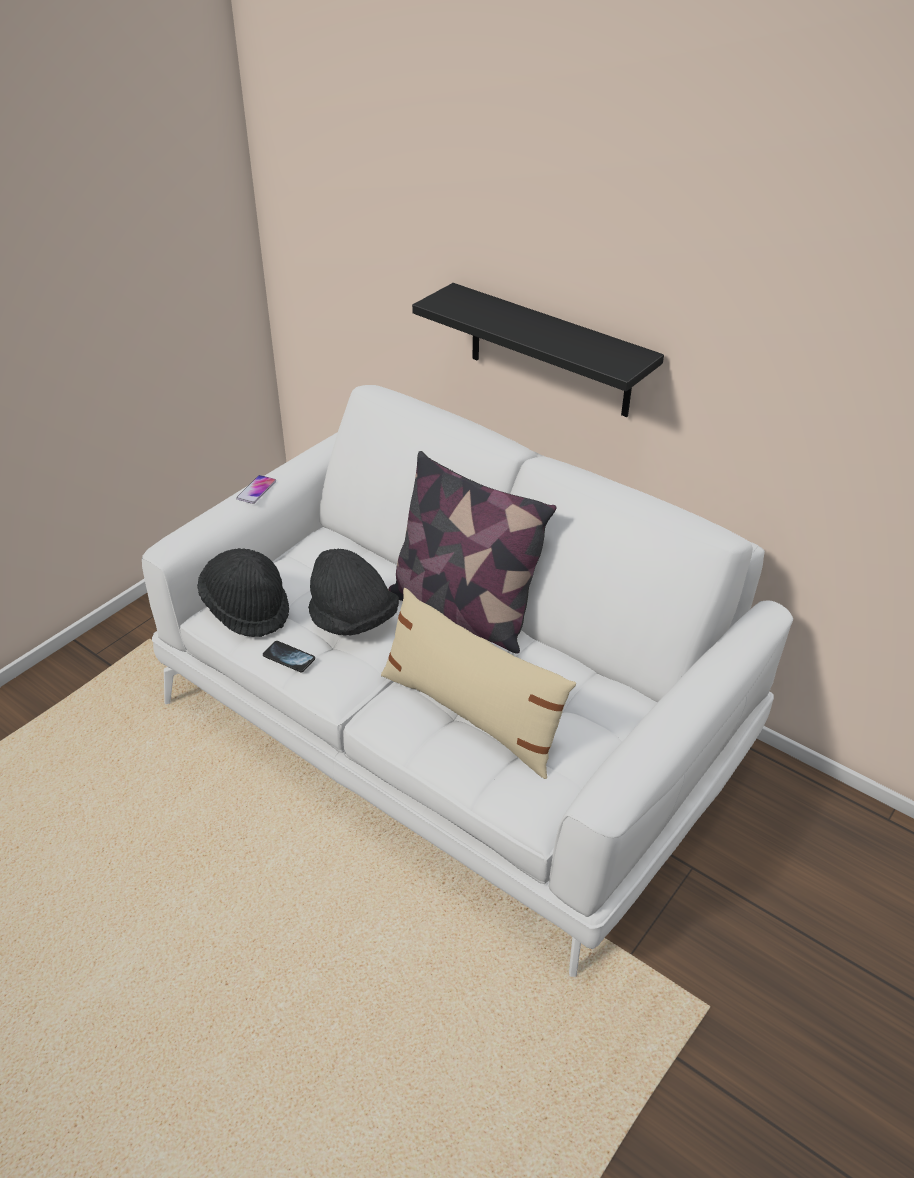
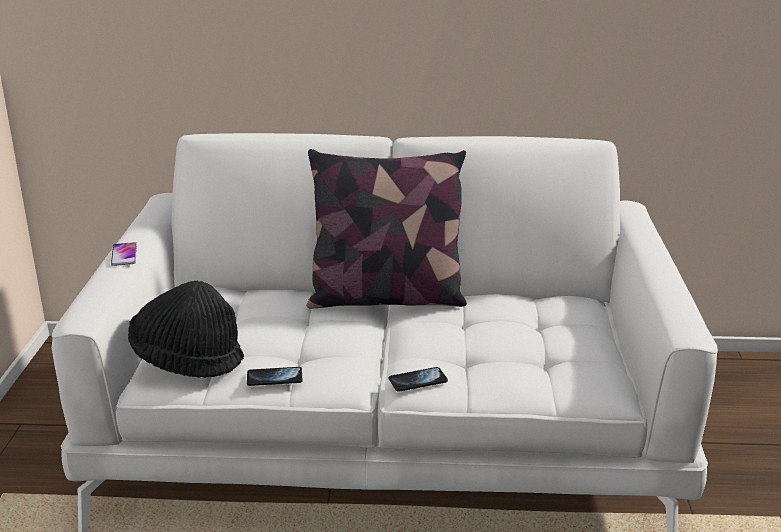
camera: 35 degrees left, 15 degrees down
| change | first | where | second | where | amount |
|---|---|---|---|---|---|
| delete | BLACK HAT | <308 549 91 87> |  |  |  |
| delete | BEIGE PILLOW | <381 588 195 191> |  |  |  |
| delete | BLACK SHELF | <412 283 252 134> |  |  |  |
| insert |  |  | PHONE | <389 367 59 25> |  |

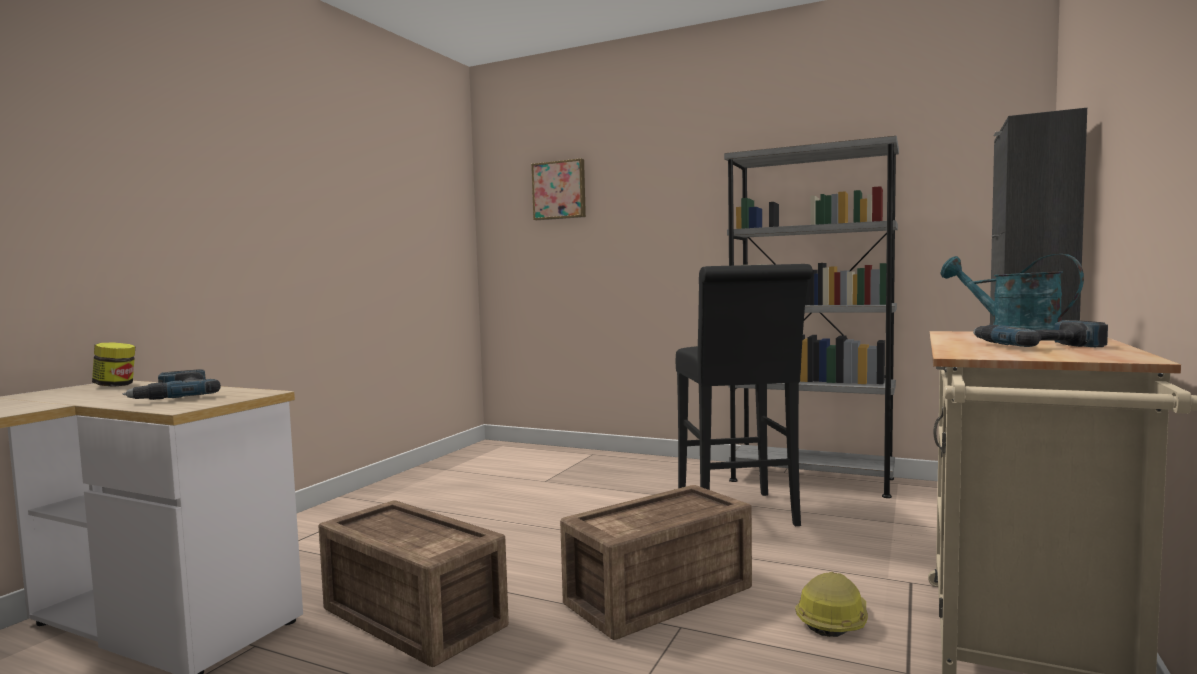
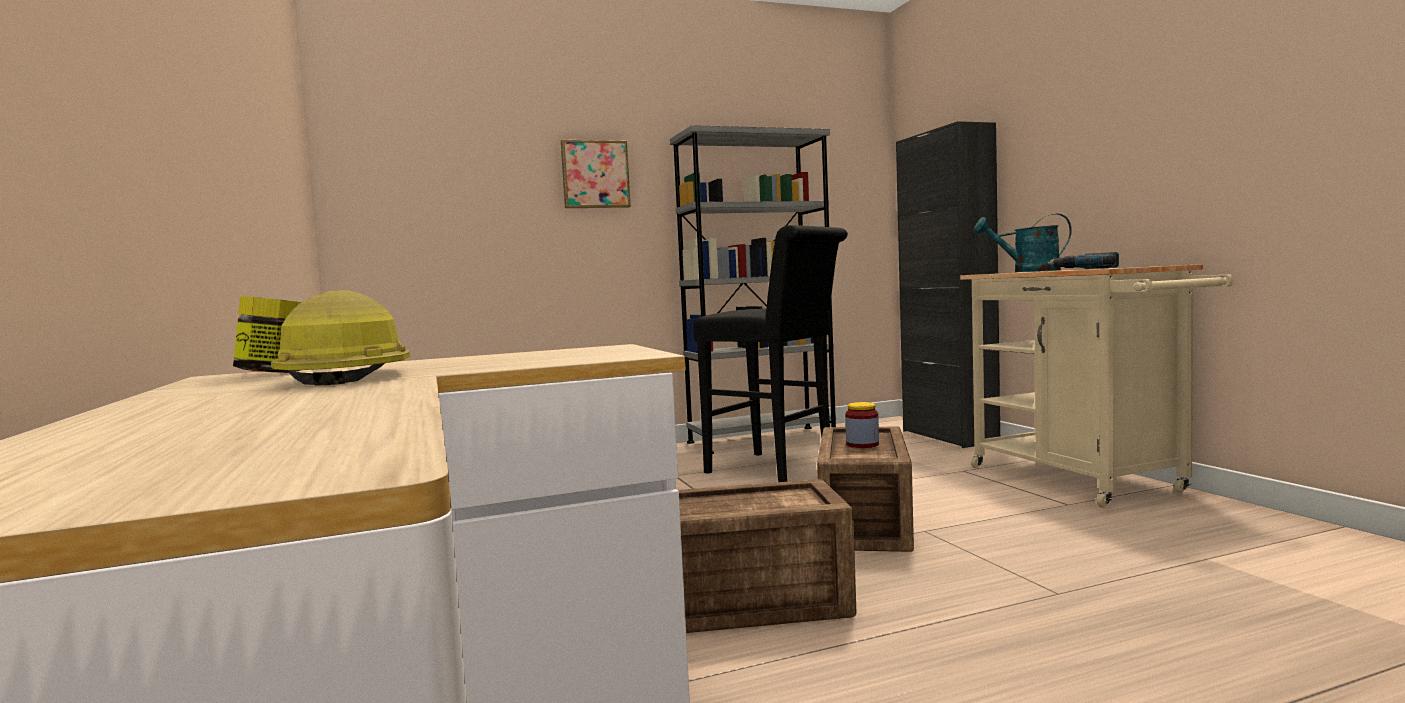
camera: 45 degrees left, 0 degrees up
| change | first | where | second | where | amount |
|---|---|---|---|---|---|
| delete | POWER DRILL | <123 369 98 31> |  |  |  |
| move | PICTURE | <531 158 55 62> |  | <561 140 70 68> |  |
| move | HARD HAT | <795 572 73 65> |  | <271 290 139 96> |  |
| insert |  |  | JAR | <845 402 34 46> |  |

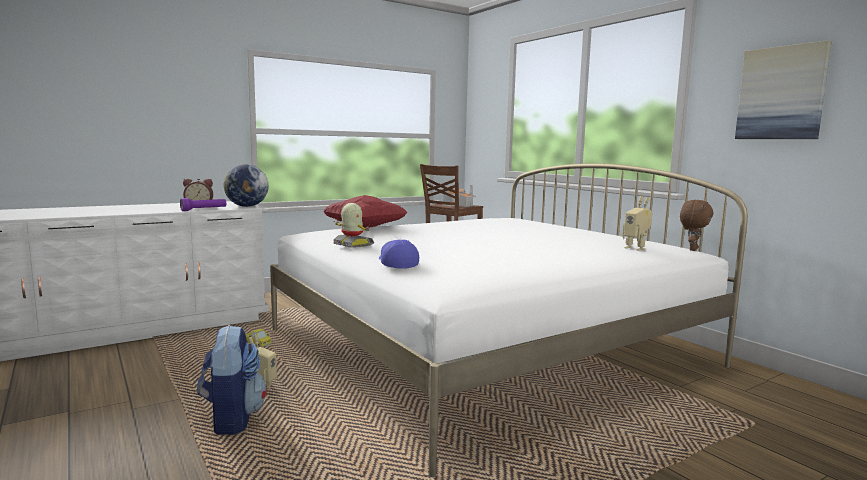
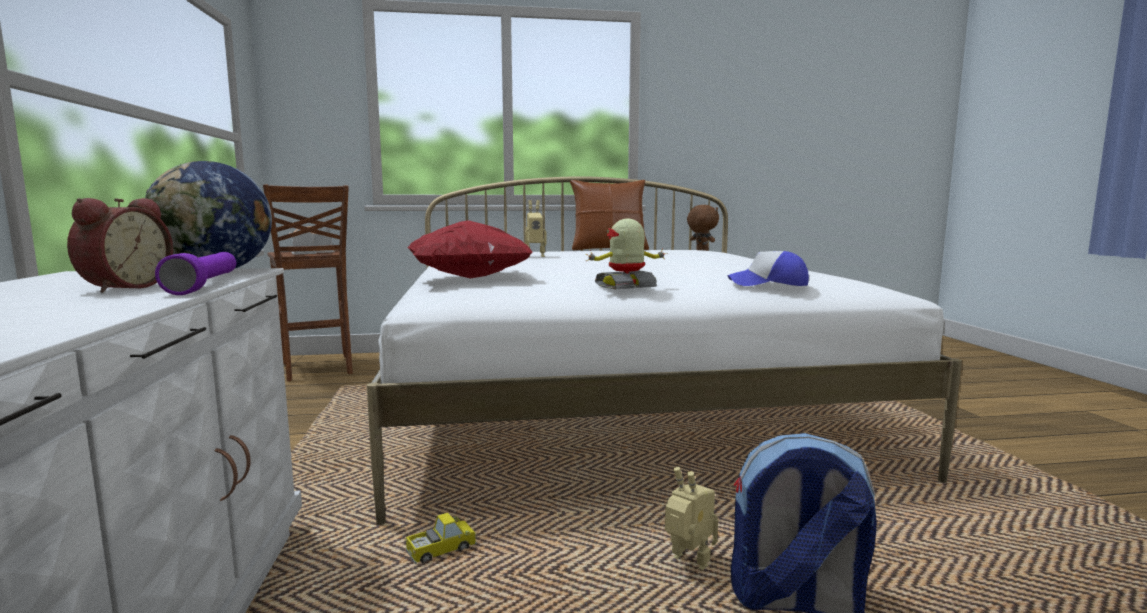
camera: 65 degrees left, 0 degrees up
| change | first | where | second | where | amount |
|---|---|---|---|---|---|
| move | TOY ROBOT | <622 196 30 55> |  | <525 200 21 57> |  |
| delete | PICTURE | <735 40 97 99> |  |  |  |
| insert |  |  | BROWN PILLOW | <570 180 79 70> |  |

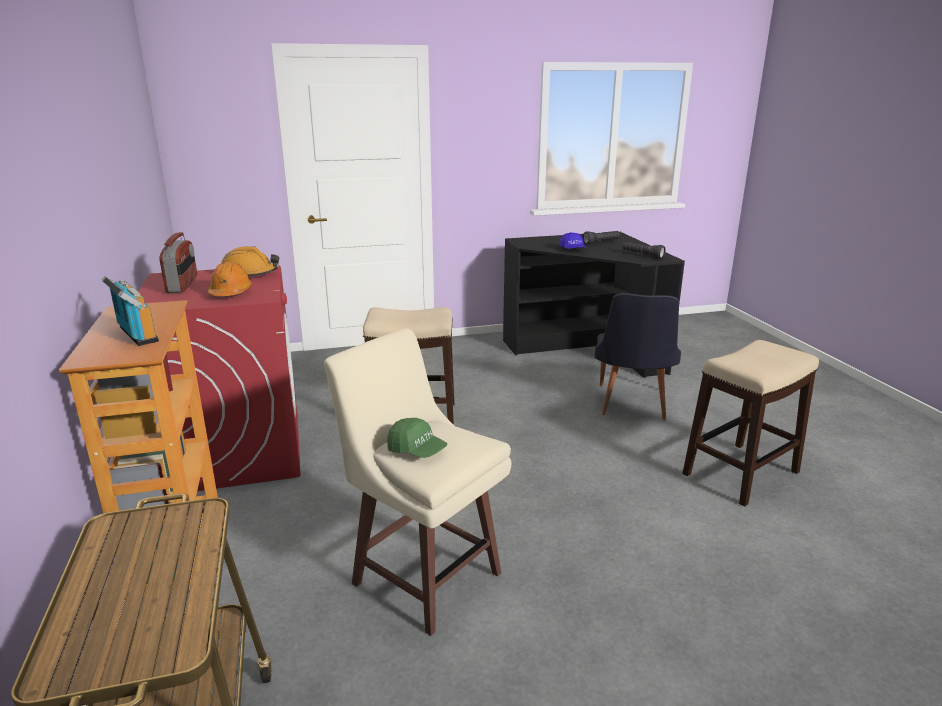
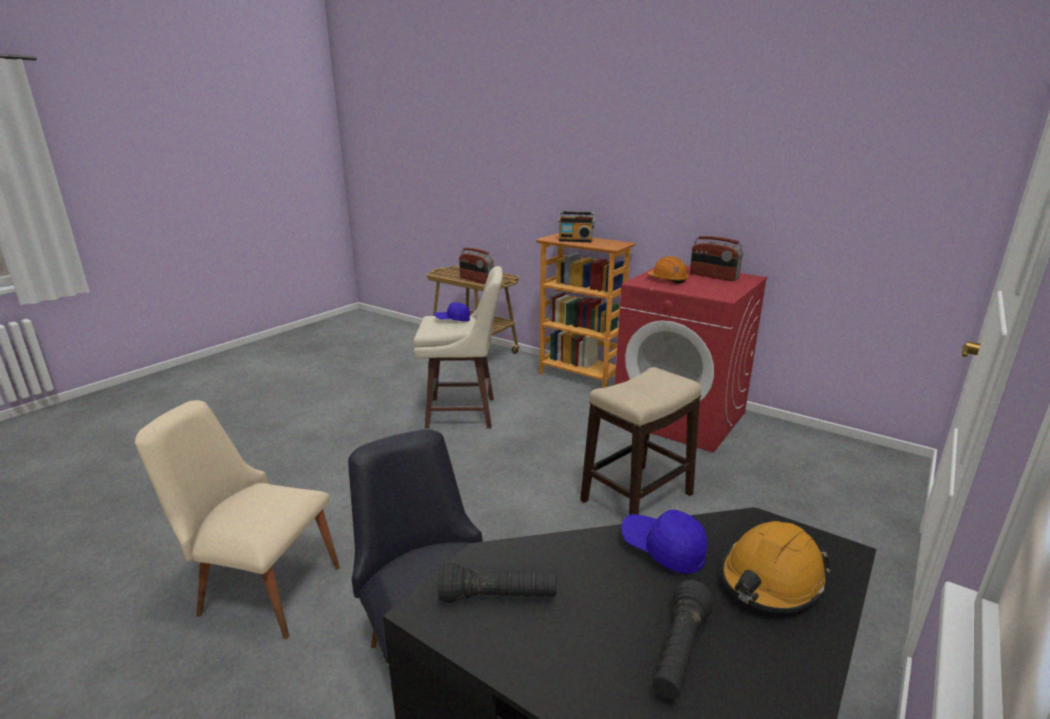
camera: 140 degrees right, 0 degrees up
| change | first | where | second | where | amount |
|---|---|---|---|---|---|
| move | ORANGE HARD HAT | <221 246 58 31> |  | <721 521 110 92> |  |
| recolor | GREEN CAP | <387 418 60 40> | BLUE CAP | <434 302 36 20> |  |
| replace | STOOL | <683 340 136 166> | BEIGE CHAIR | <135 400 205 239> |  |
| insert |  |  | RADIO | <459 248 35 36> |  |

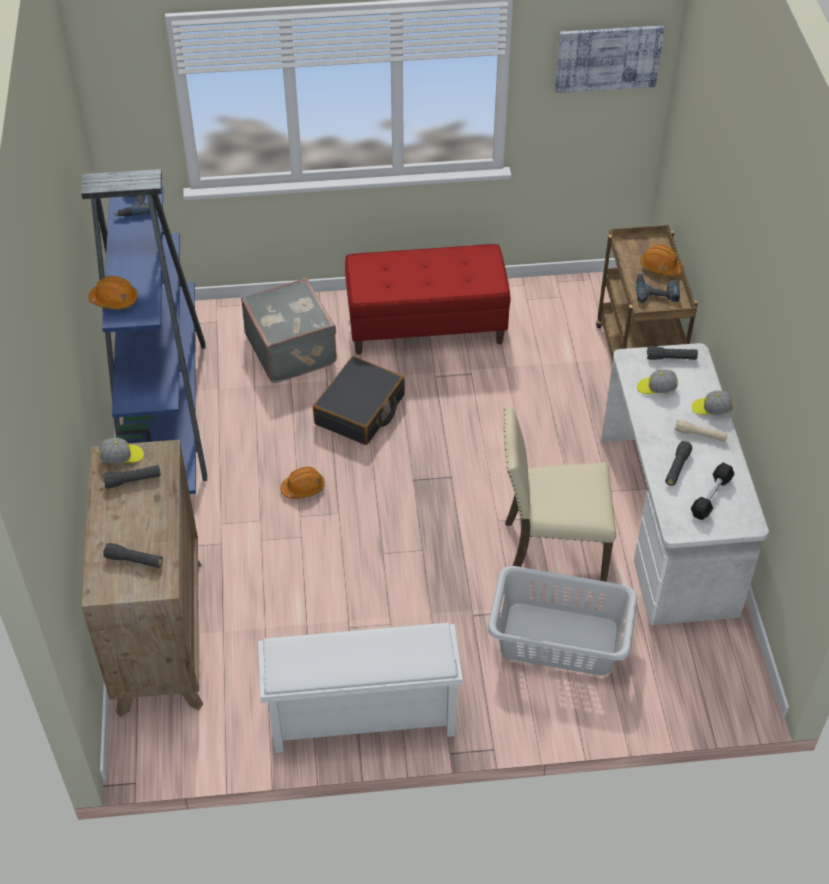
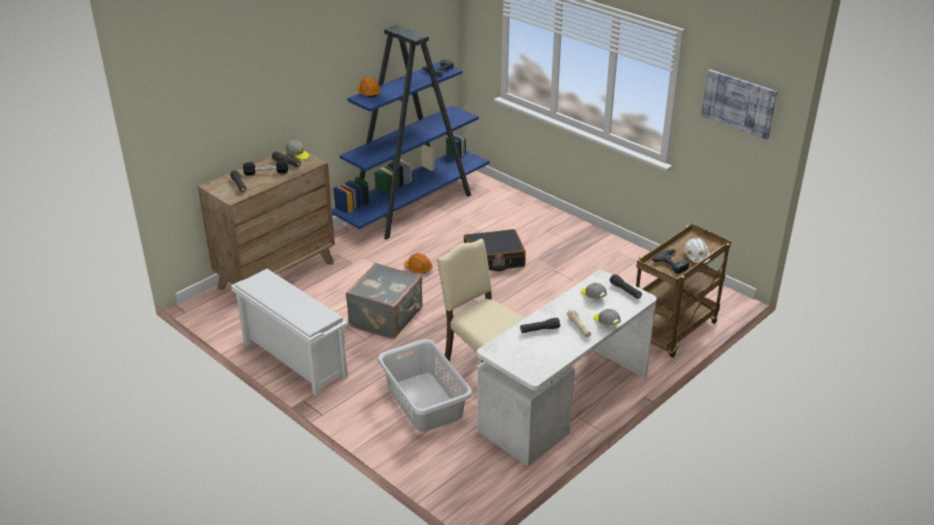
camera: 50 degrees right, 15 degrees down
| change | first | where | second | where | amount |
|---|---|---|---|---|---|
| move | GREY SUITCASE | <241 278 96 105> |  | <345 263 78 76> |  |
| delete | RED BENCH | <345 244 165 111> |  |  |  |
| recolor | ORANGE HARD HAT | <640 244 44 32> | WHITE HARD HAT | <683 238 27 25> |  |
| move | BLACK DUMBBELL | <691 463 44 57> |  | <243 160 45 16> |  |

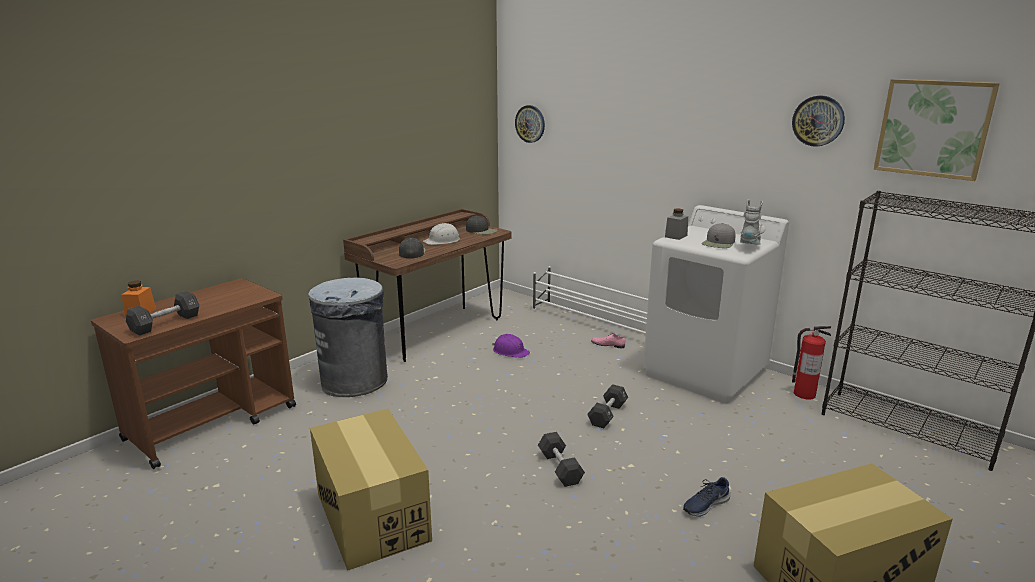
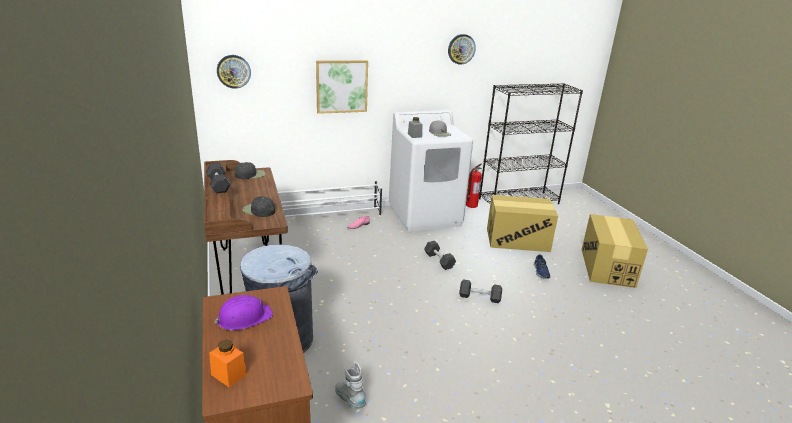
camera: 60 degrees left, 5 degrees up
| change | first | where | second | where | amount |
|---|---|---|---|---|---|
| move | BLACK DUMBBELL | <126 291 73 45> |  | <206 163 25 31> |  |
| move | CARDBOARD BOX | <310 409 122 162> |  | <487 195 71 57> |  |
| delete | WHITE HARD HAT | <423 223 37 22> |  |  |  |
| move | PURPLE HARD HAT | <492 334 38 24> |  | <214 295 59 35> |  |
| move | GREY BOOT | <740 199 23 46> |  | <335 361 31 48> |  |
| move | PICTURE | <874 79 126 102> |  | <316 60 52 54> |  |

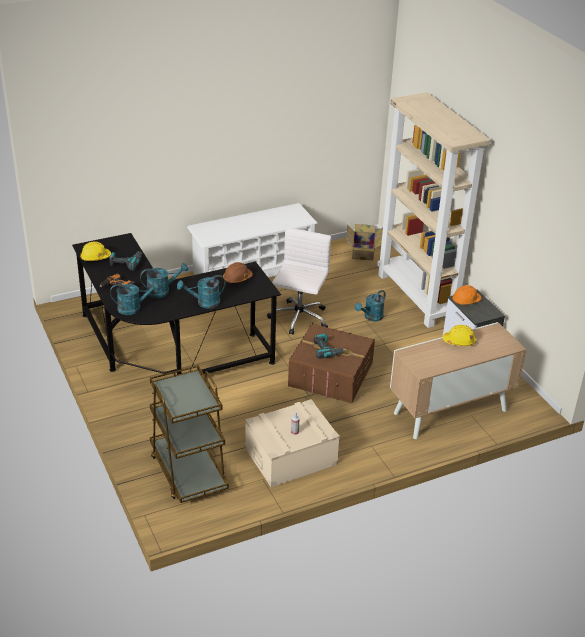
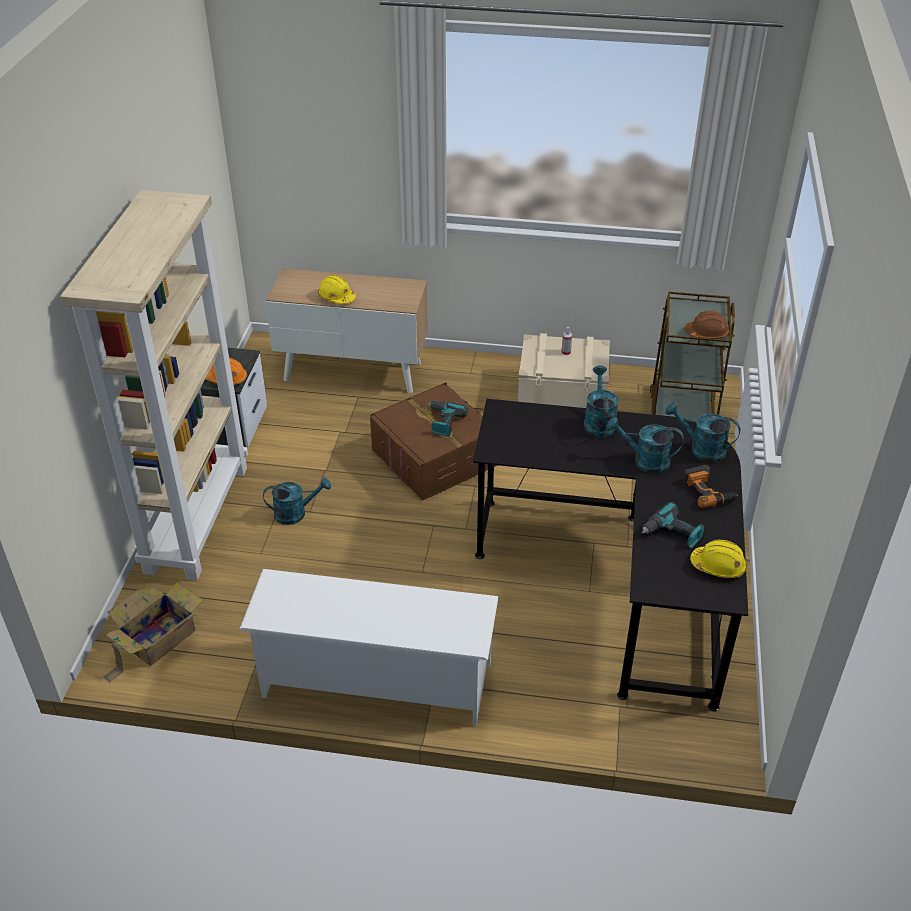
camera: 145 degrees left, 5 degrees up
| change | first | where | second | where | amount |
|---|---|---|---|---|---|
| rotate | TURQUOISE WATERING CAN | <177 275 49 34> |  | <584 365 35 73> | 105 degrees counterclockwise |
| move | BROWN HARD HAT | <223 262 30 21> |  | <684 310 45 29> |  |
| delete | WHITE OFFICE CHAIR | <267 228 64 107> |  |  |  |

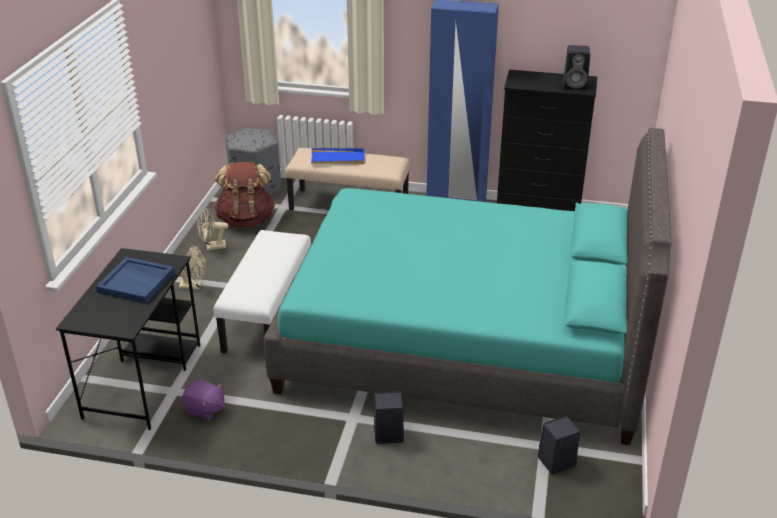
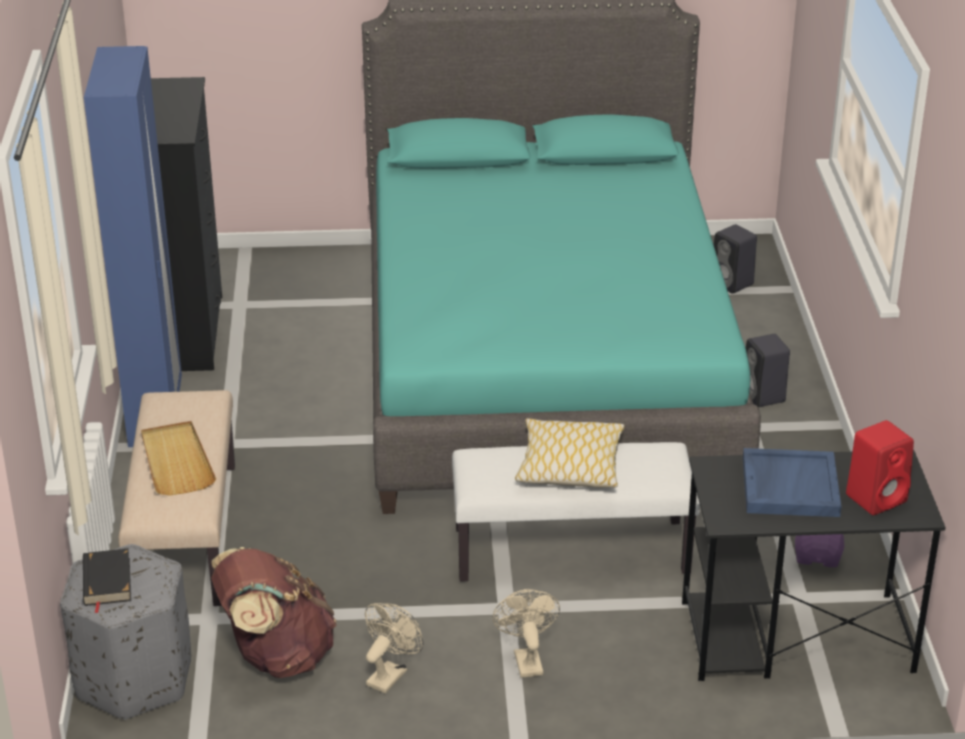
camera: 105 degrees left, 0 degrees up
| change | first | where | second | where | amount |
|---|---|---|---|---|---|
| rotate | BEIGE FAN | <197 209 31 41> |  | <365 603 59 90> | 120 degrees counterclockwise |
| recolor | BLUE TRAY | <311 148 54 16> | BEIGE TRAY | <141 421 75 74> |  |
| delete | BLACK SPEAKER | <563 45 27 45> |  |  |  |
| insert |  |  | BLACK BOOK | <83 548 48 65> |  |
| insert |  |  | PILLOW | <515 418 110 70> |  |
| insert |  |  | RED SPEAKER | <846 420 68 95> |  |

